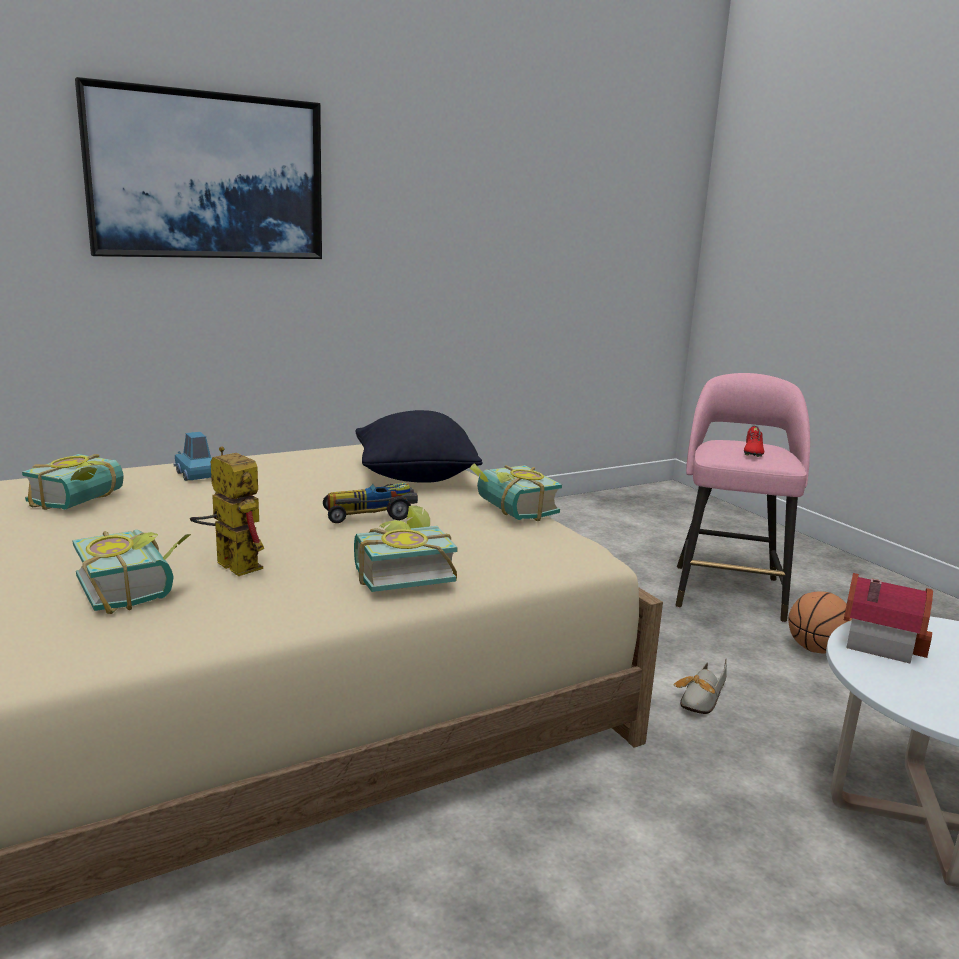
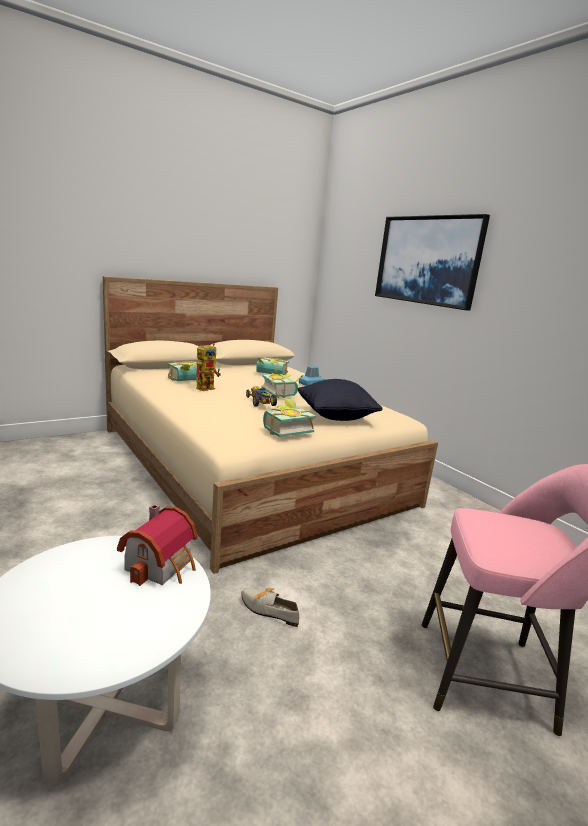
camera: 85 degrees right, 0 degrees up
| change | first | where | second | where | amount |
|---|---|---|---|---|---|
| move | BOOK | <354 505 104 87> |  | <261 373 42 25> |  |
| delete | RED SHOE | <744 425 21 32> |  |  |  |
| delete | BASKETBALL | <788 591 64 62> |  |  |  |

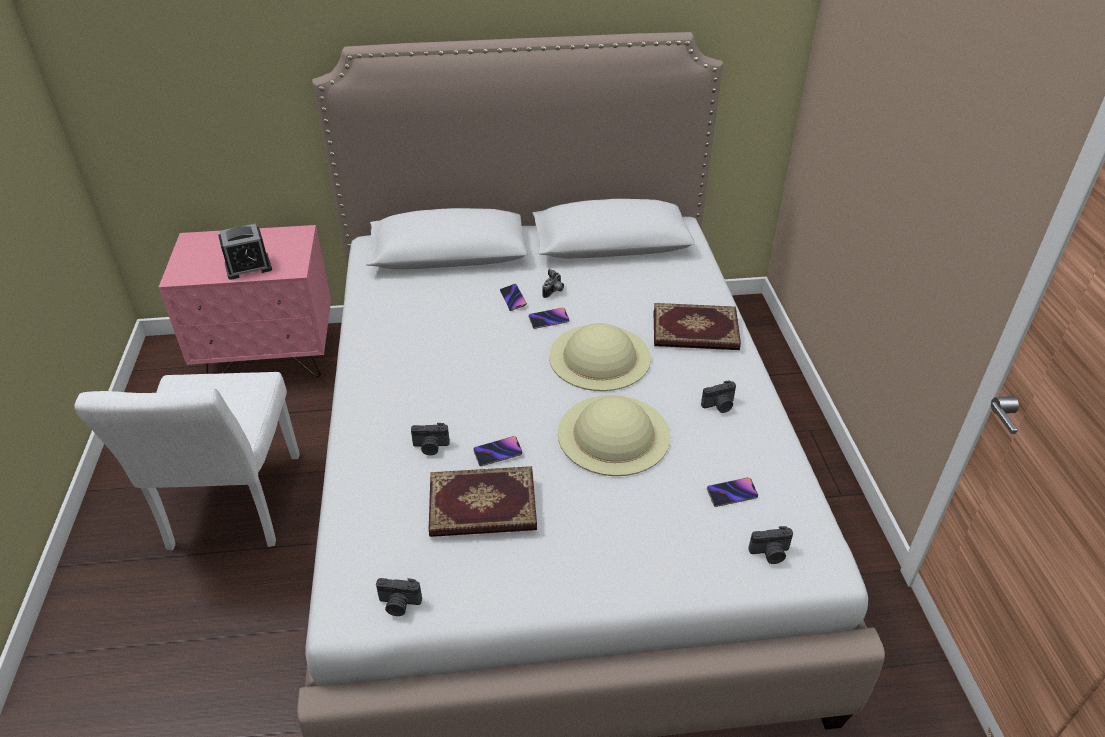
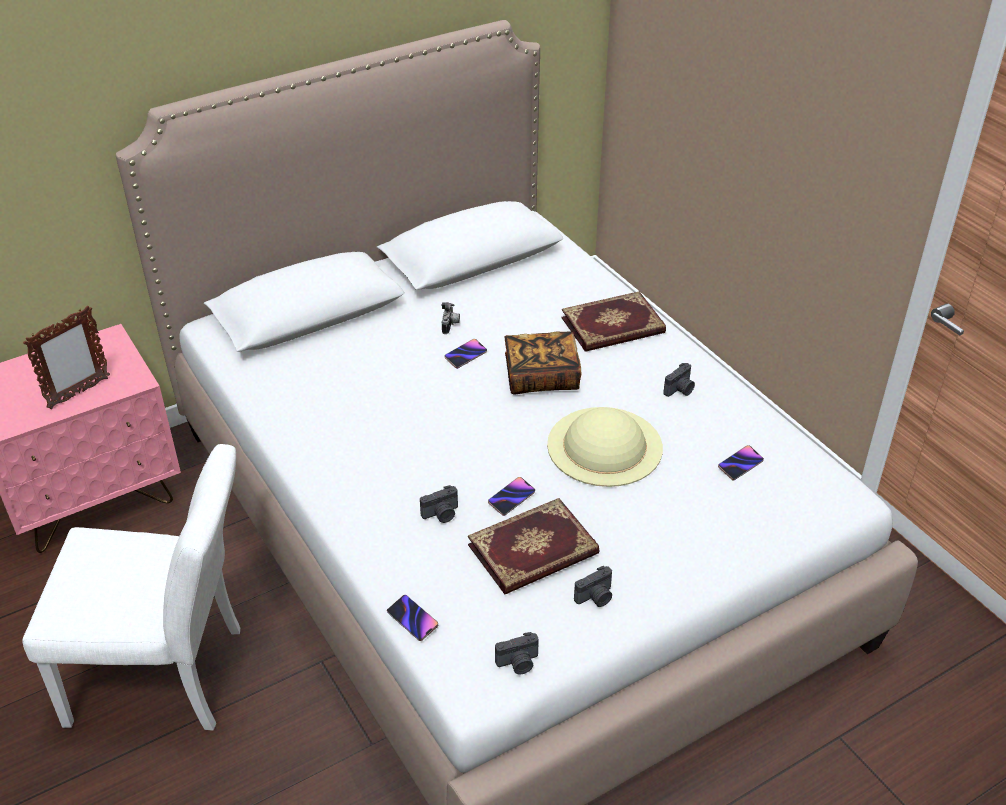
camera: 25 degrees left, 0 degrees up
| change | first | where | second | where | amount |
|---|---|---|---|---|---|
| rotate | WHITE CHAIR | <74 372 226 178> |  | <22 444 218 287> | 60 degrees counterclockwise |
| replace | ALARM CLOCK | <218 224 54 56> | PICTURE FRAME | <23 306 87 103> |  |
| move | PHONE | <500 284 27 27> |  | <387 595 51 46> |  |
| replace | BEIGE HAT | <549 323 102 68> | BOOK | <505 331 76 64> |  |
| move | PHOTO CAMERA | <748 526 45 38> |  | <574 566 38 41> |  |

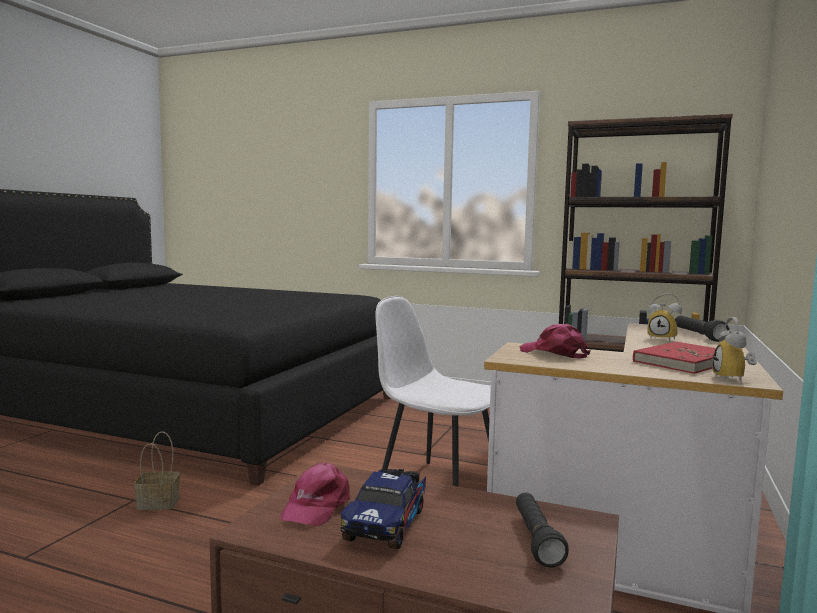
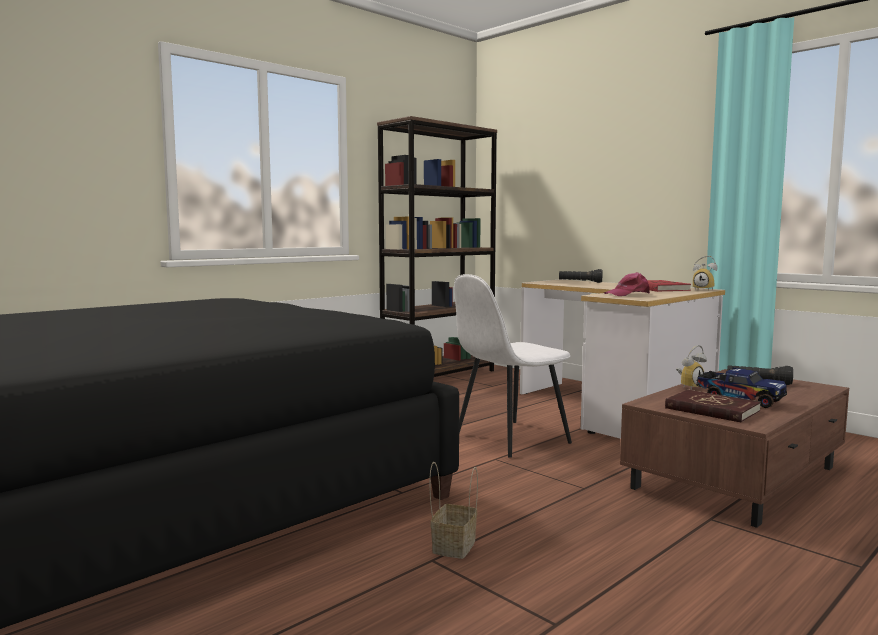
camera: 65 degrees left, 0 degrees up
| change | first | where | second | where | amount |
|---|---|---|---|---|---|
| replace | PINK CAP | <280 462 70 64> | RED BOOK | <665 390 96 33> |  |
| move | ALARM CLOCK | <648 293 34 48> |  | <676 345 31 45> |  |

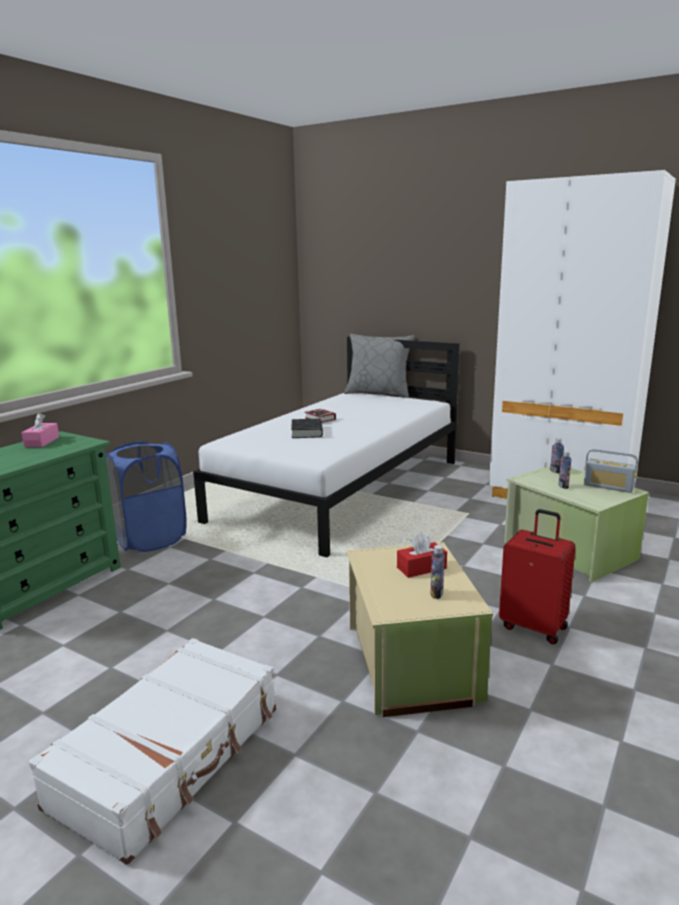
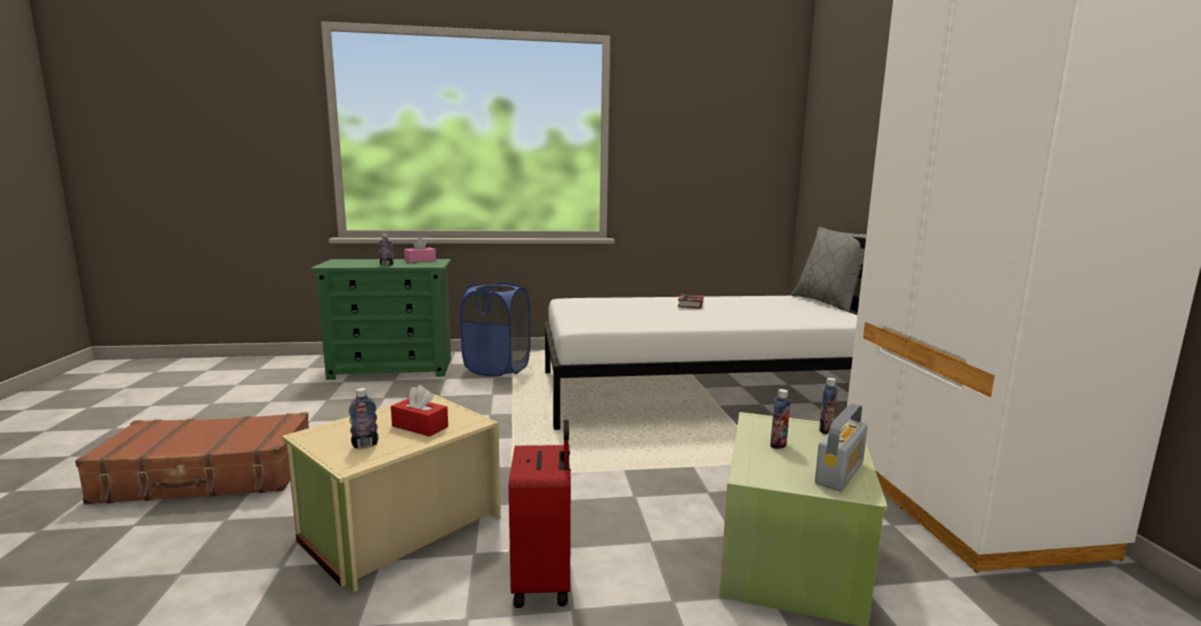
camera: 50 degrees right, 5 degrees down
| change | first | where | second | where | amount |
|---|---|---|---|---|---|
| recolor | WHITE SUITCASE | <29 638 247 227> | BROWN SUITCASE | <75 412 234 93> |  |
| delete | BLACK BOOK | <291 418 32 20> |  |  |  |
| rotate | RADIO | <584 449 54 44> |  | <815 403 53 88> | 135 degrees counterclockwise |
| insert |  |  | BOTTLE | <379 234 15 32> |  |

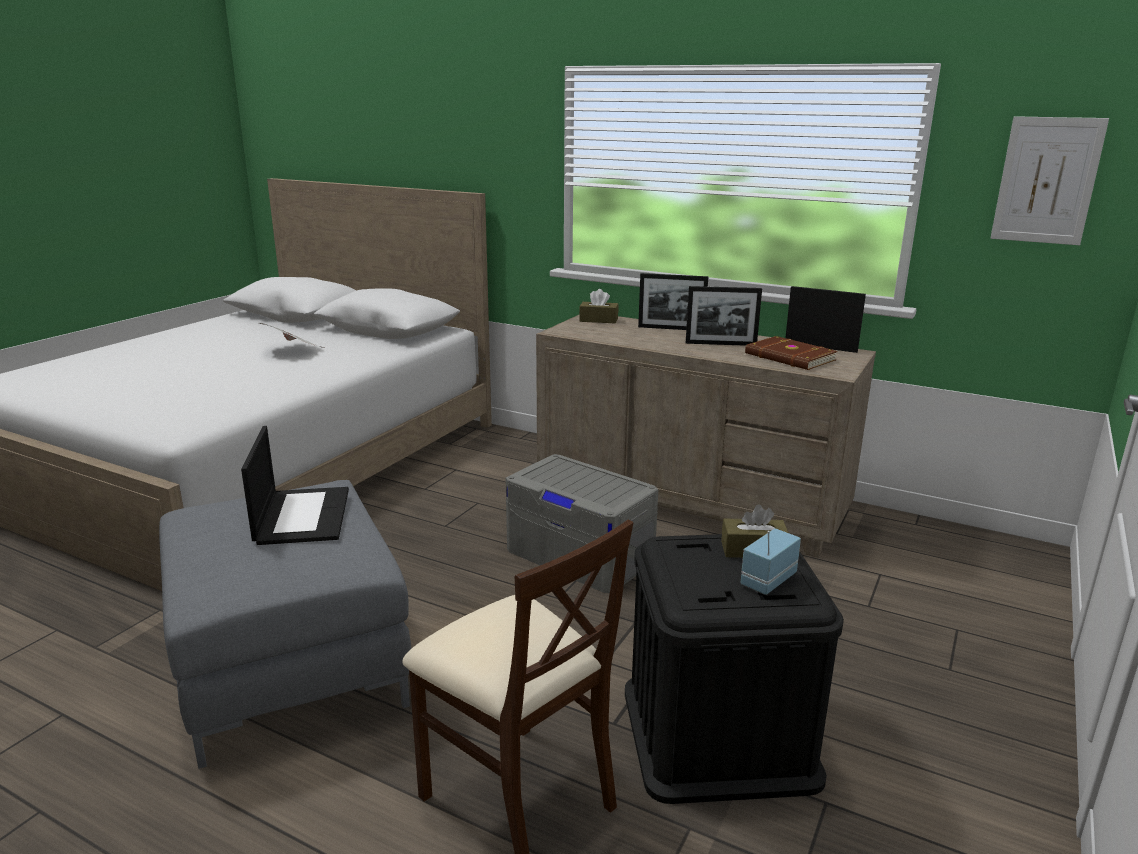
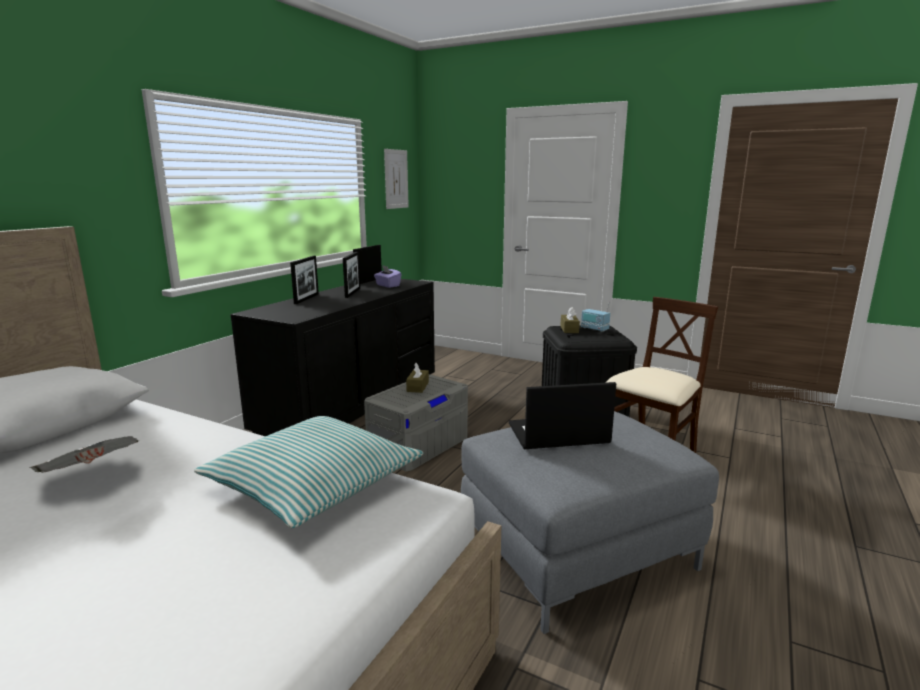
camera: 90 degrees left, 5 degrees down
| change | first | where | second | where | amount |
|---|---|---|---|---|---|
| recolor | BEIGE DRESSER | <536 314 340 243> | BLACK DRESSER | <230 279 205 157> |  |
| move | BROWN TISSUE BOX | <579 289 40 35> |  | <406 363 23 30> |  |
| replace | BROWN BOOK | <745 336 93 34> | PURPLE TISSUE BOX | <374 265 28 23> |  |
| insert |  |  | PILLOW | <194 416 230 112> |  |

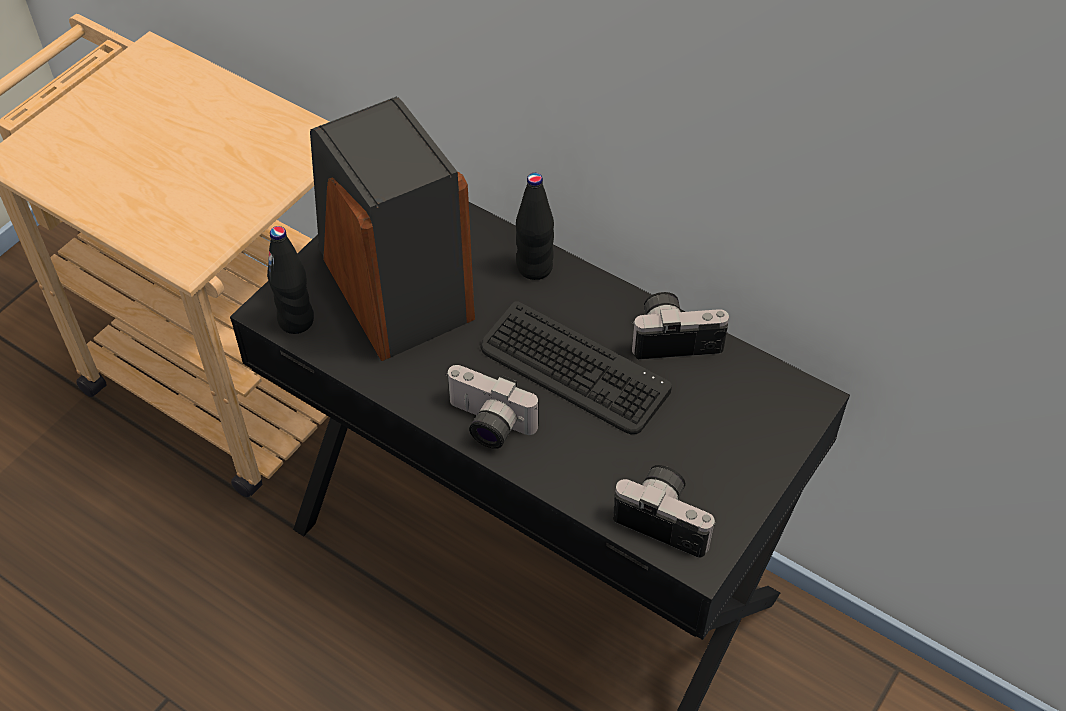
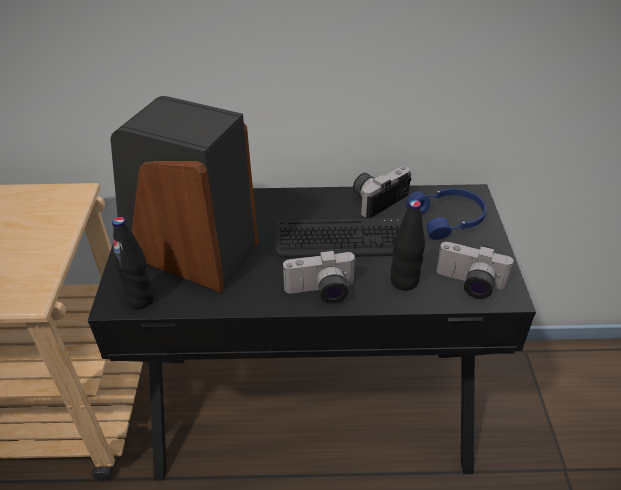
camera: 35 degrees left, 10 degrees down
| change | first | where | second | where | amount |
|---|---|---|---|---|---|
| move | BLACK BOTTLE | <516 173 38 107> |  | <390 200 35 91> |  |
| rotate | PHOTO CAMERA | <613 465 104 93> |  | <436 242 78 57> | 150 degrees counterclockwise |
| insert |  |  | BLUE HEADPHONES | <406 188 80 52> |  |

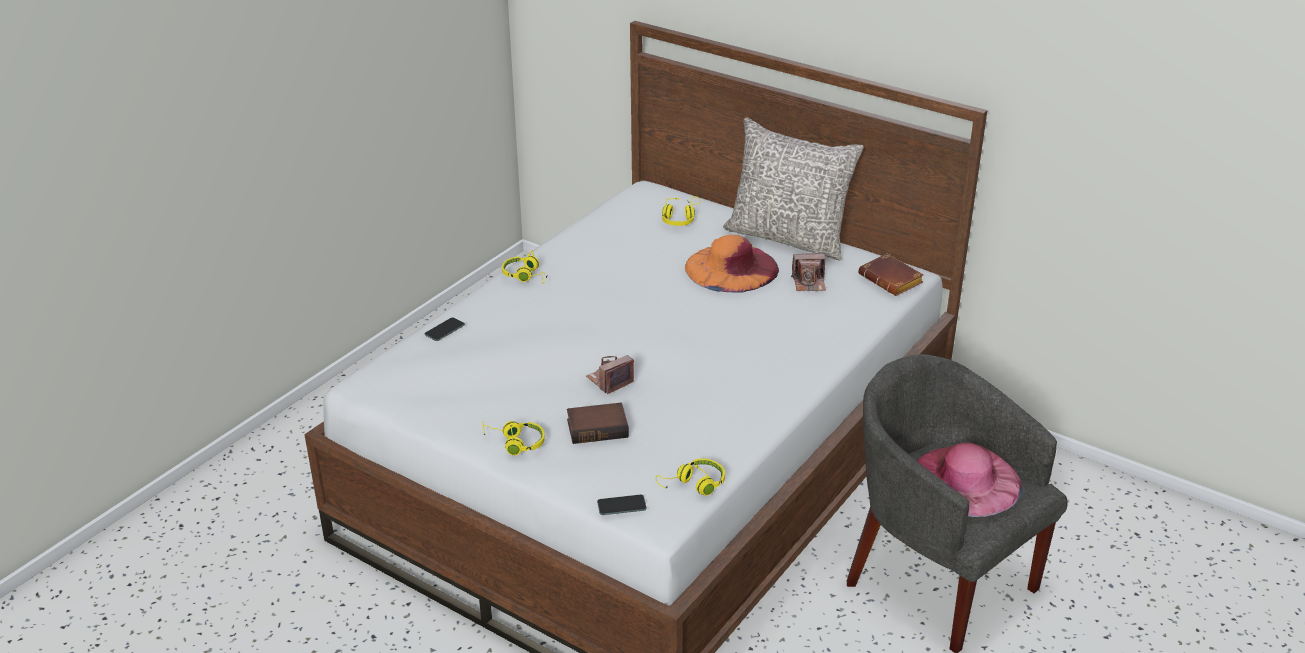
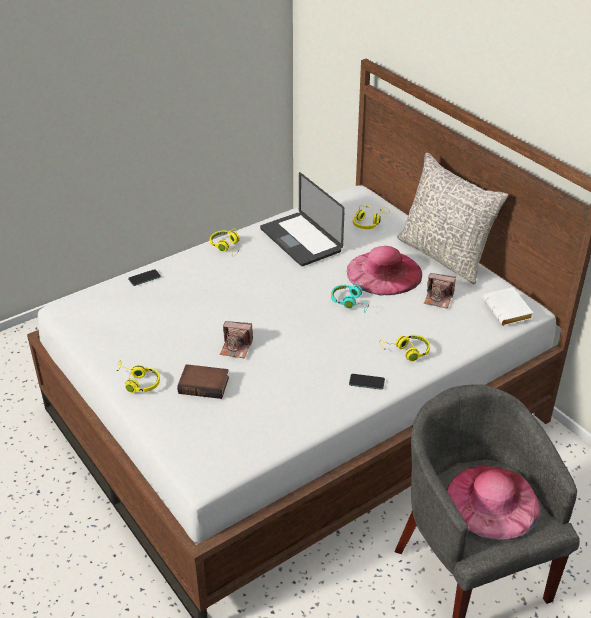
camera: 20 degrees right, 5 degrees up
| change | first | where | second | where | amount |
|---|---|---|---|---|---|
| rotate | PHOTO CAMERA | <586 355 48 39> |  | <220 321 33 37> | 150 degrees counterclockwise |
| move | PHONE | <597 495 50 20> |  | <349 374 36 16> |  |
| move | YELLOW HEADPHONES | <656 459 69 37> |  | <379 335 51 26> |  |
| recolor | ORANGE HAT | <685 235 94 58> | PINK HAT | <347 246 75 50> |  |
| recolor | BROWN BOOK | <858 254 66 42> | WHITE BOOK | <483 287 50 39> |  |
| insert |  |  | LAPTOP | <260 172 85 94> |  |
| insert |  |  | TURQUOISE HEADPHONES | <331 281 38 32> |  |

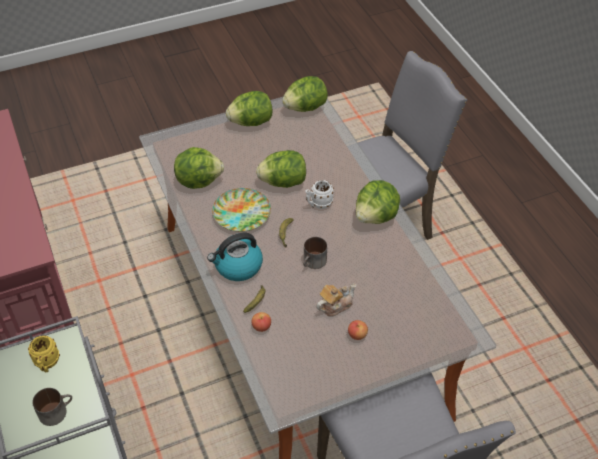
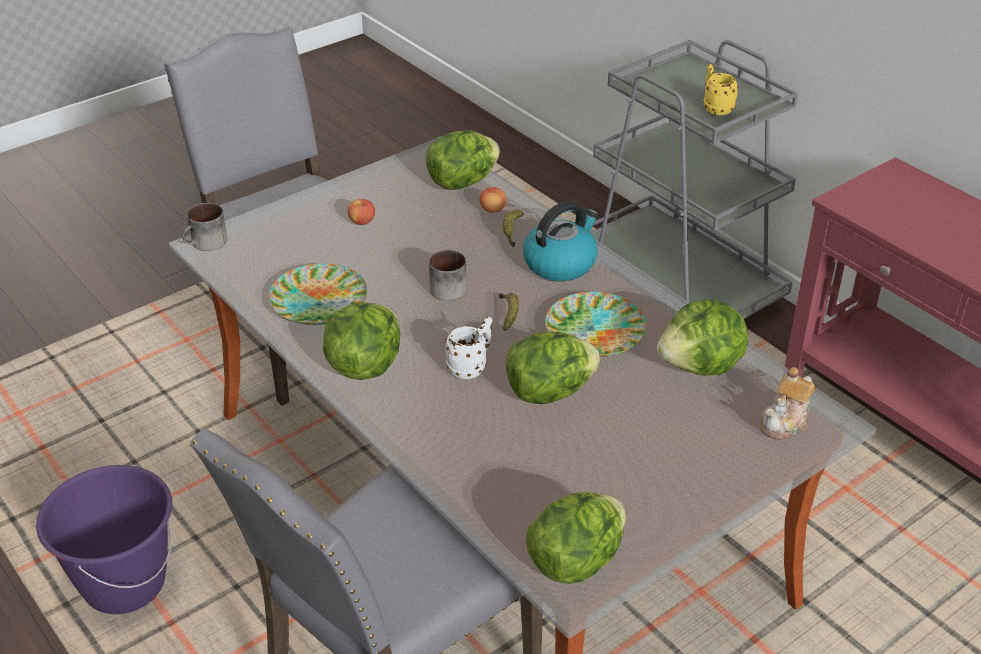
camera: 165 degrees right, 10 degrees down
| change | first | where | second | where | amount |
|---|---|---|---|---|---|
| move | MUG | <32 388 40 38> |  | <182 203 45 48> |  |
| move | LETTUCE | <226 91 46 35> |  | <425 130 75 60> |  |
| move | TEAPOT | <316 283 40 33> |  | <760 367 56 73> |  |
| insert |  |  | PURPLE BUCKET | <36 465 136 149> |  |
| insert |  |  | PLATE | <268 263 99 62> |  |

